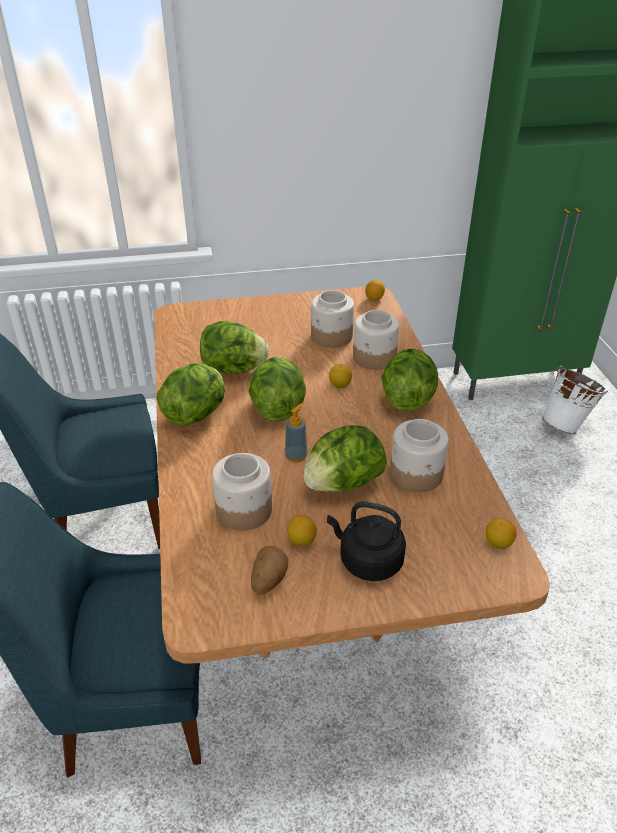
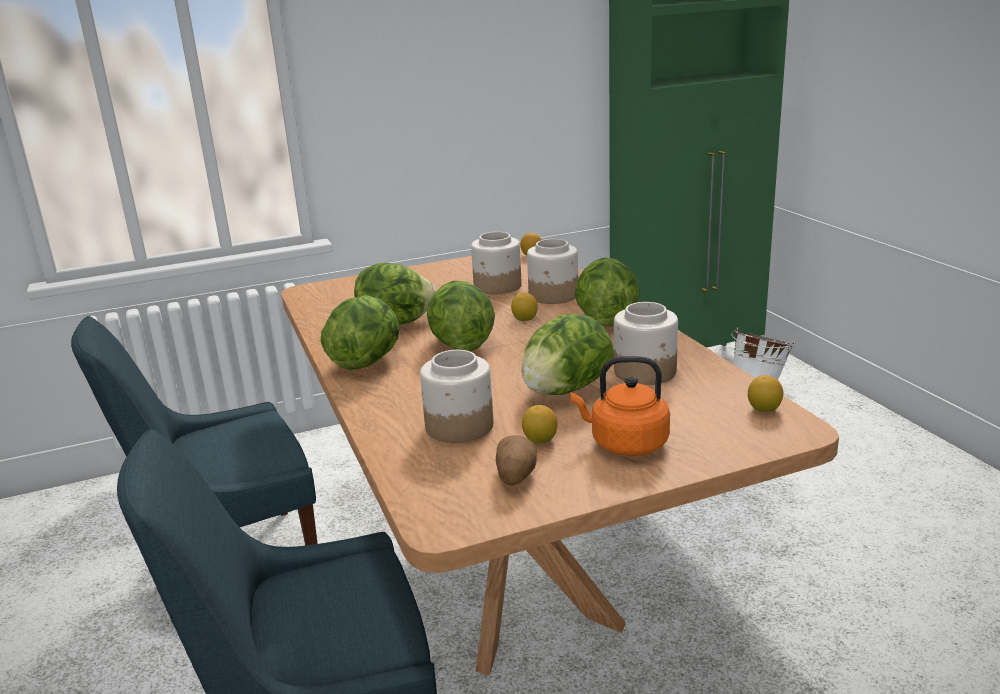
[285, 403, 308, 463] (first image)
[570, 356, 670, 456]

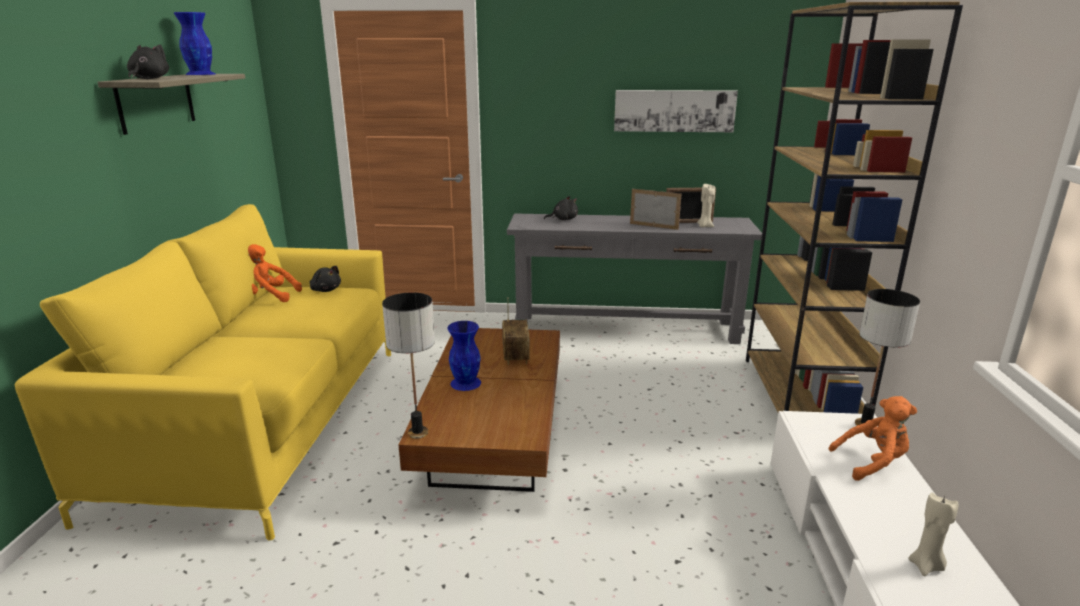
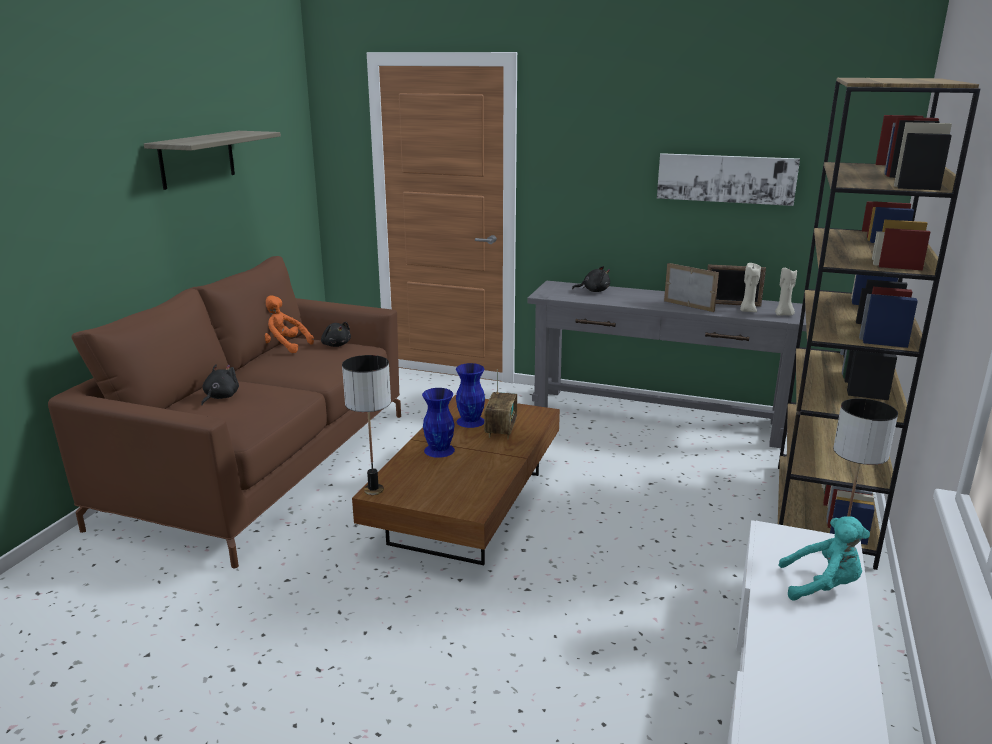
[201, 364, 239, 406]
[456, 363, 485, 428]
[775, 268, 797, 316]
[48, 256, 401, 568]
[779, 516, 870, 601]

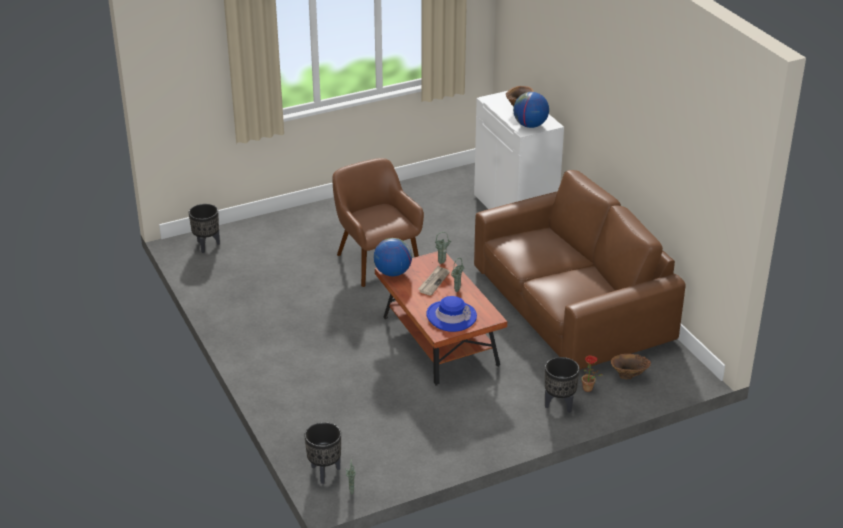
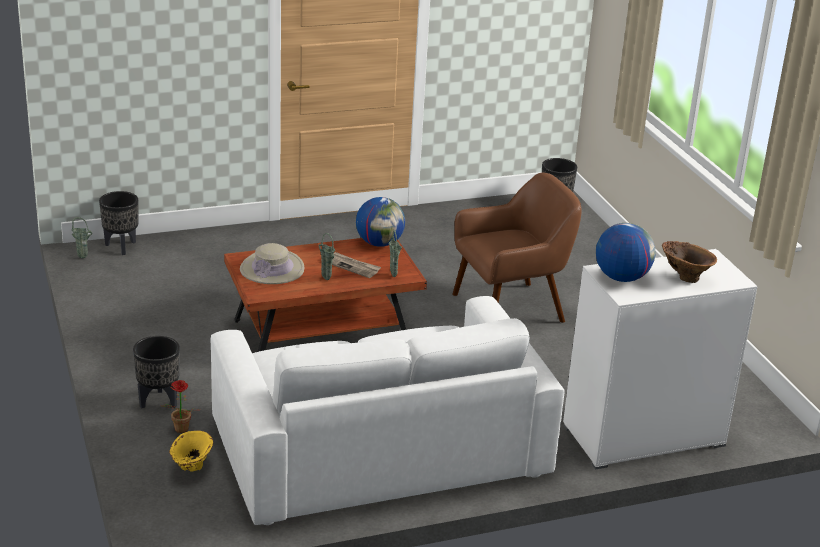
[240, 243, 305, 284]
[211, 296, 565, 525]
[169, 431, 214, 471]

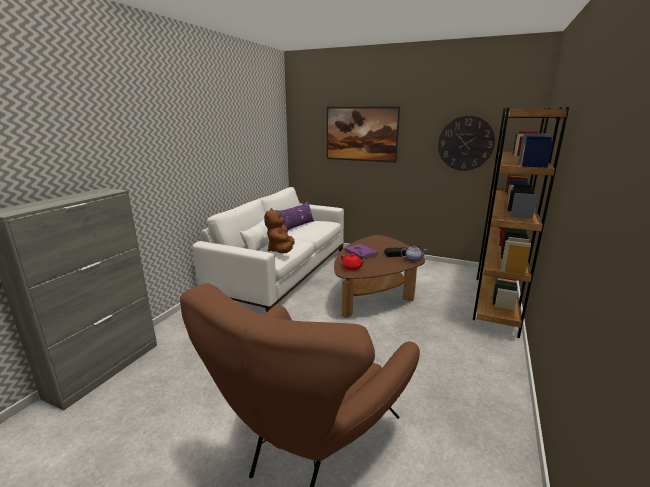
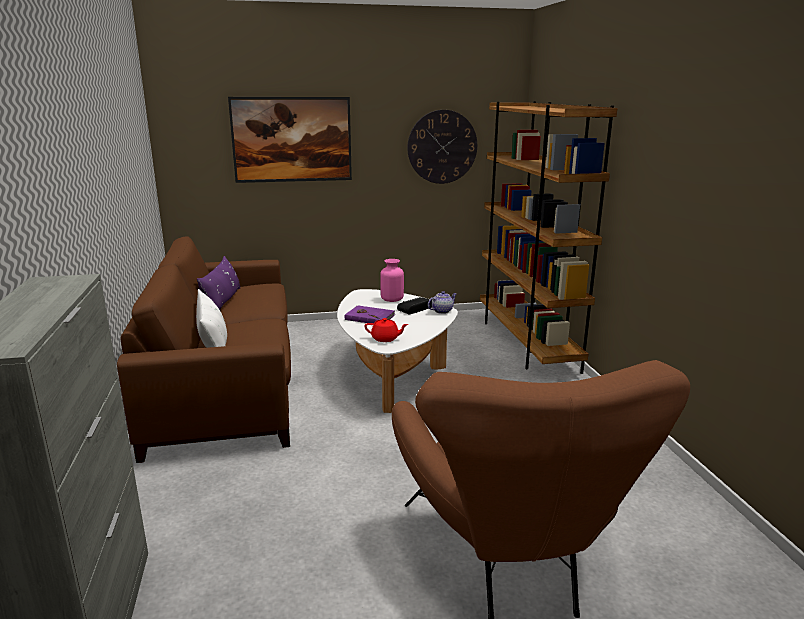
[264, 208, 295, 253] (first image)
[380, 259, 404, 302]
[117, 236, 291, 463]
[337, 289, 458, 413]

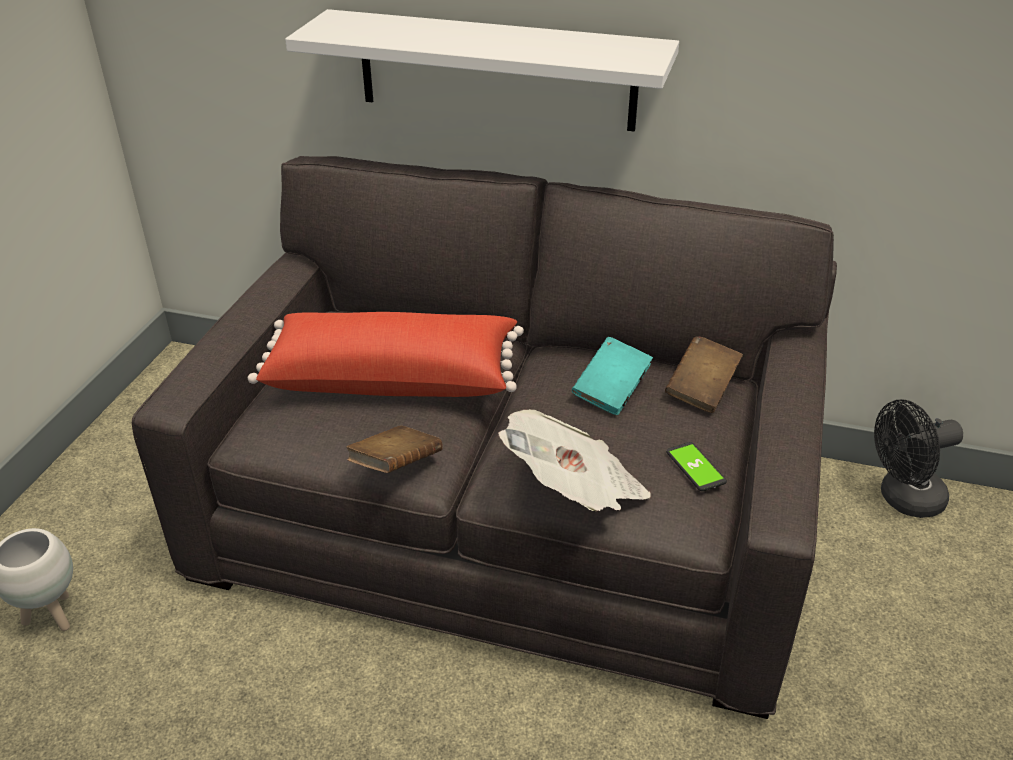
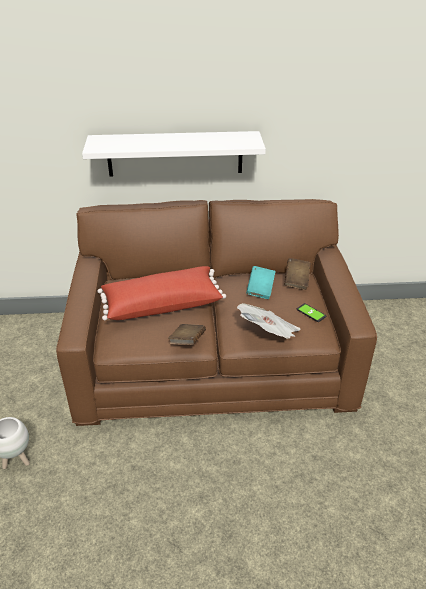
[874, 400, 963, 518] (first image)
[56, 199, 377, 426]

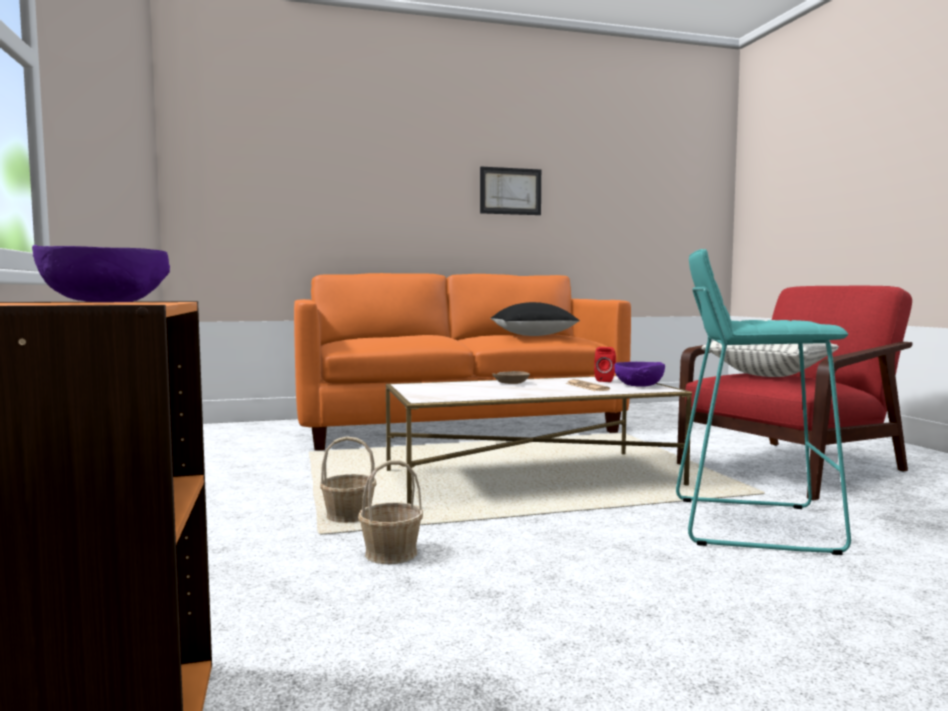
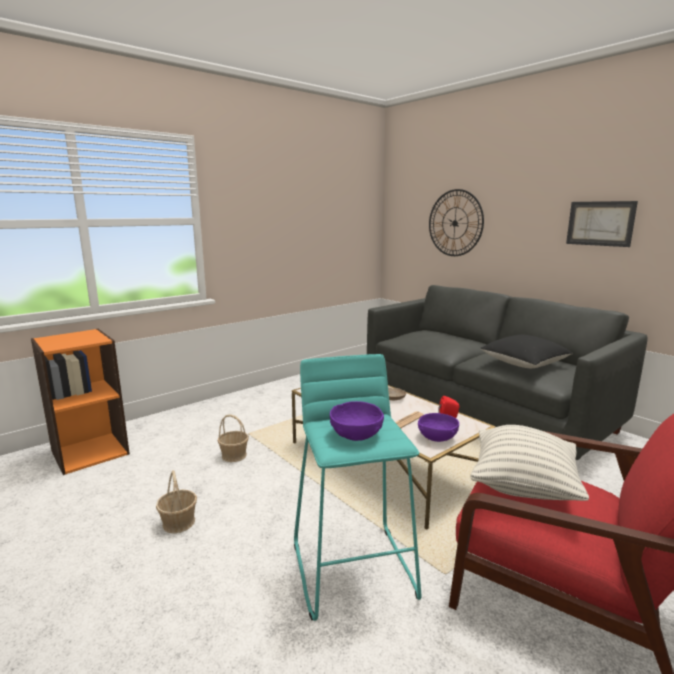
[429, 189, 484, 256]
[330, 401, 384, 441]
[156, 470, 197, 533]
[367, 285, 648, 460]

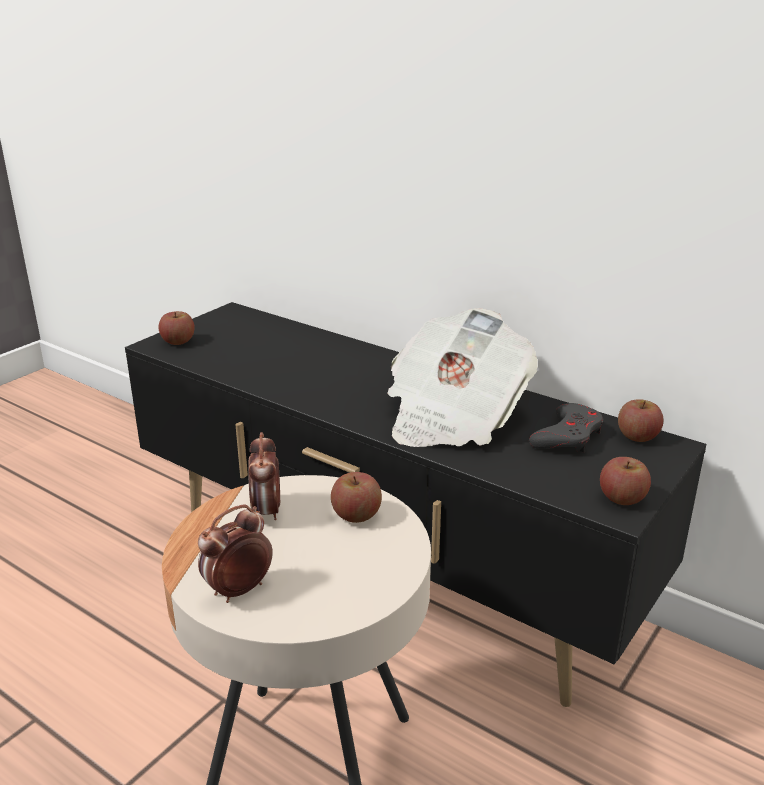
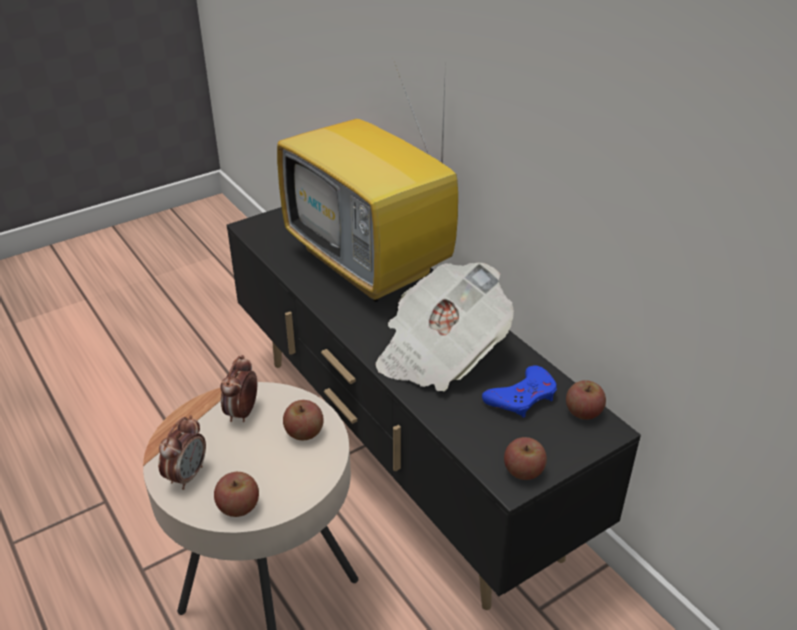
[277, 59, 458, 302]
[214, 472, 259, 517]
[482, 365, 557, 418]
[158, 415, 206, 490]

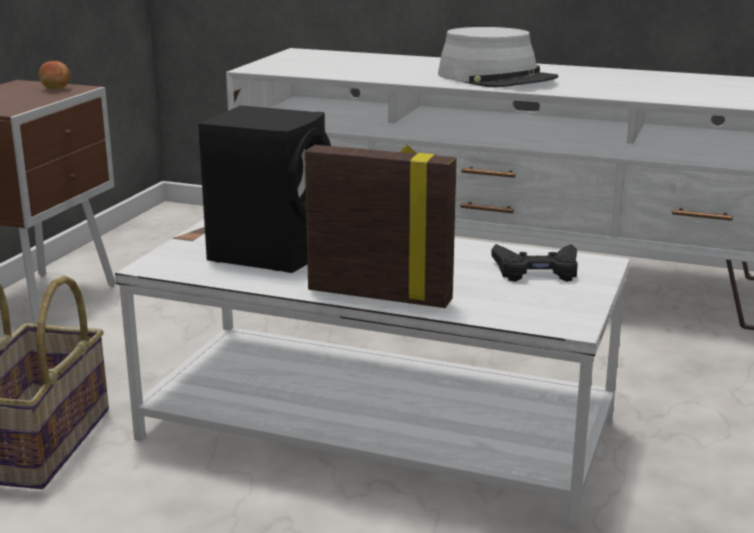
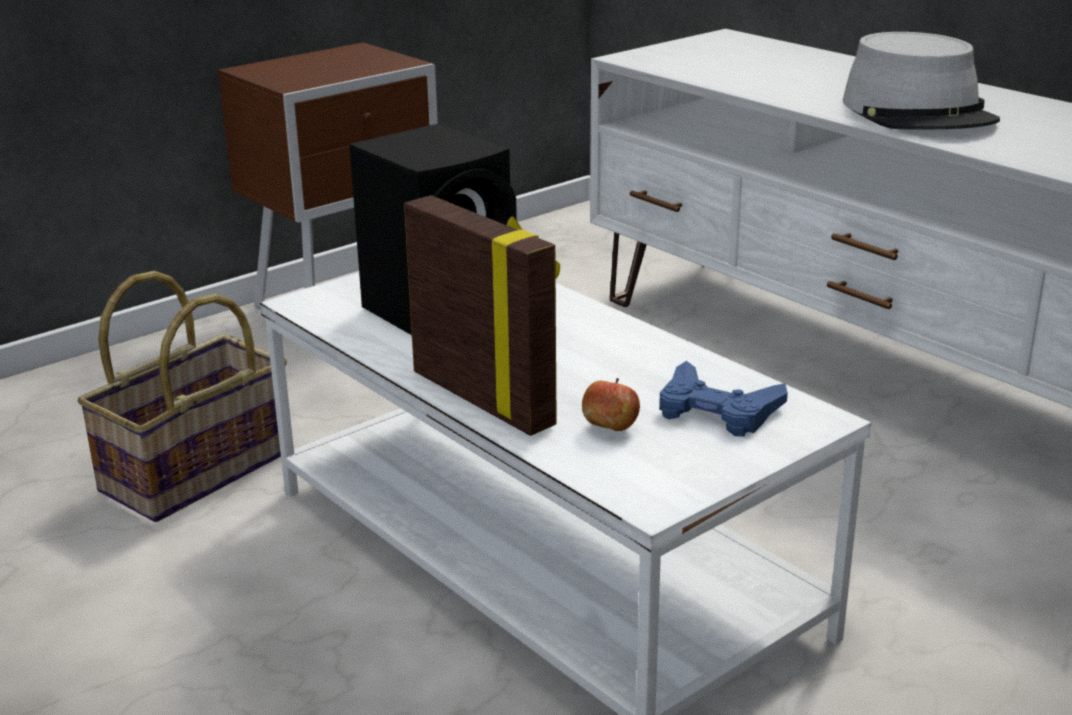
[582, 378, 640, 431]
[659, 361, 788, 437]

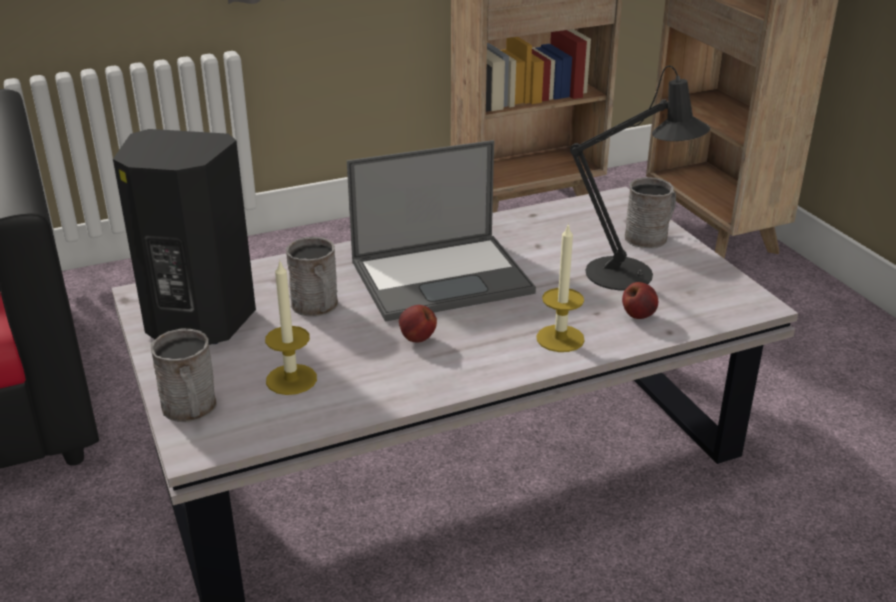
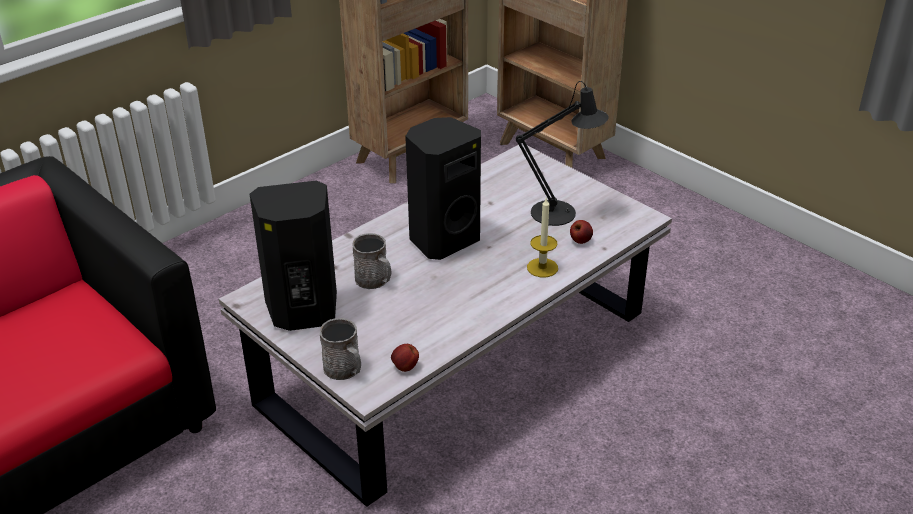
[265, 259, 317, 395] (first image)
[625, 177, 676, 248] (first image)
[391, 344, 419, 372]
[405, 117, 481, 260]

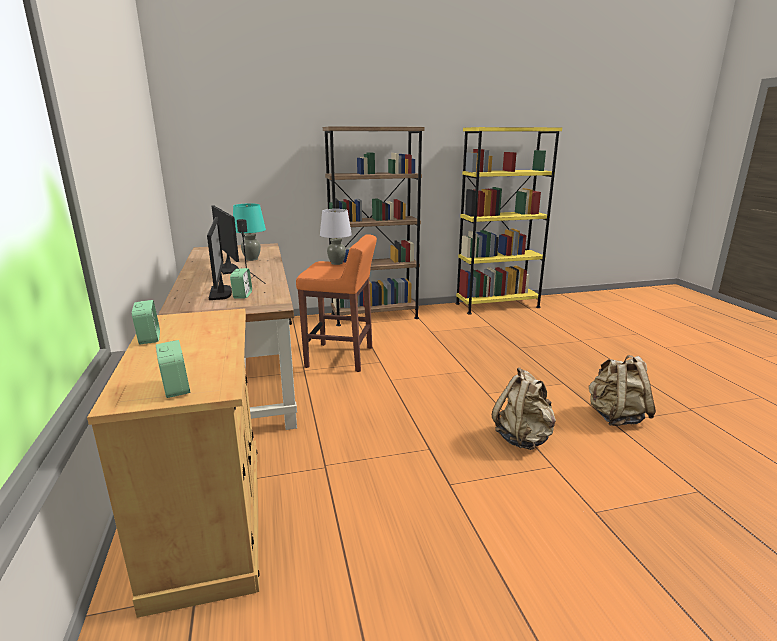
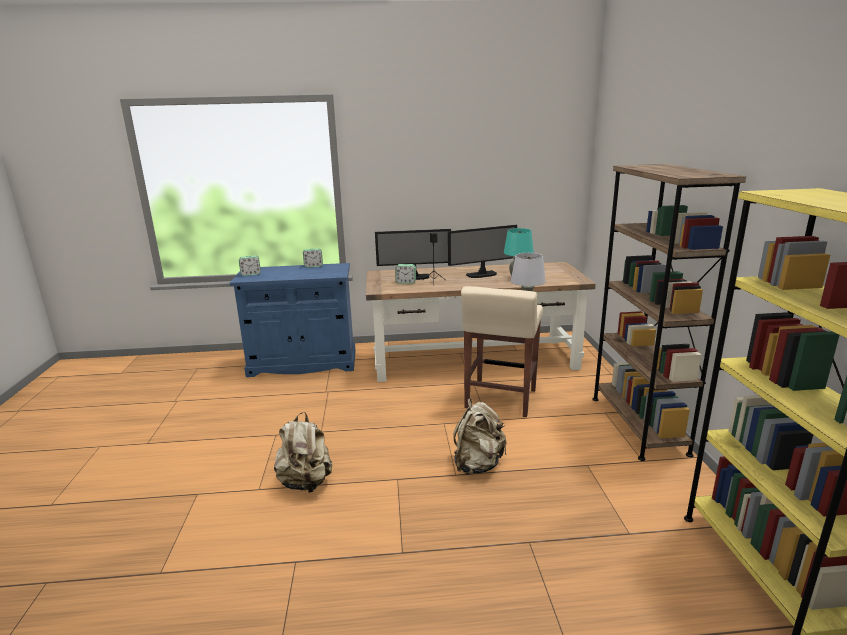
[453, 398, 507, 475]
[230, 263, 356, 377]
[461, 286, 543, 417]

